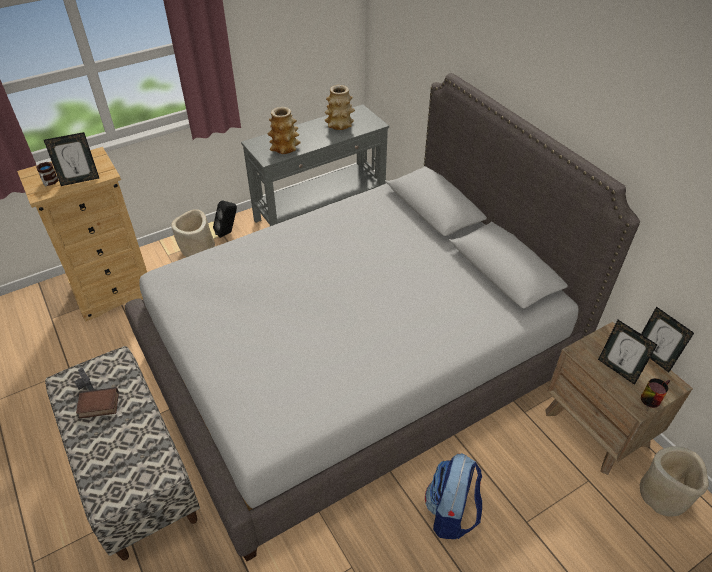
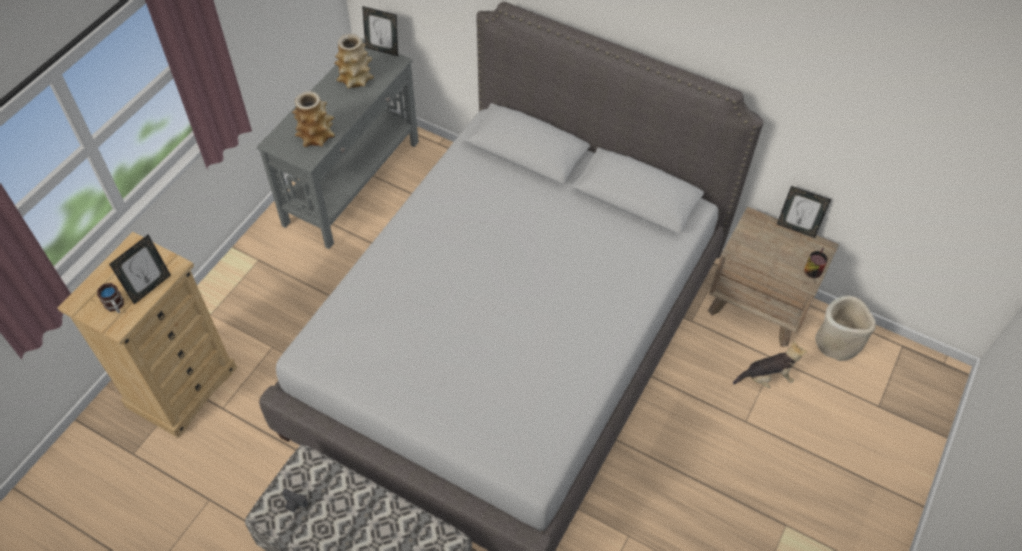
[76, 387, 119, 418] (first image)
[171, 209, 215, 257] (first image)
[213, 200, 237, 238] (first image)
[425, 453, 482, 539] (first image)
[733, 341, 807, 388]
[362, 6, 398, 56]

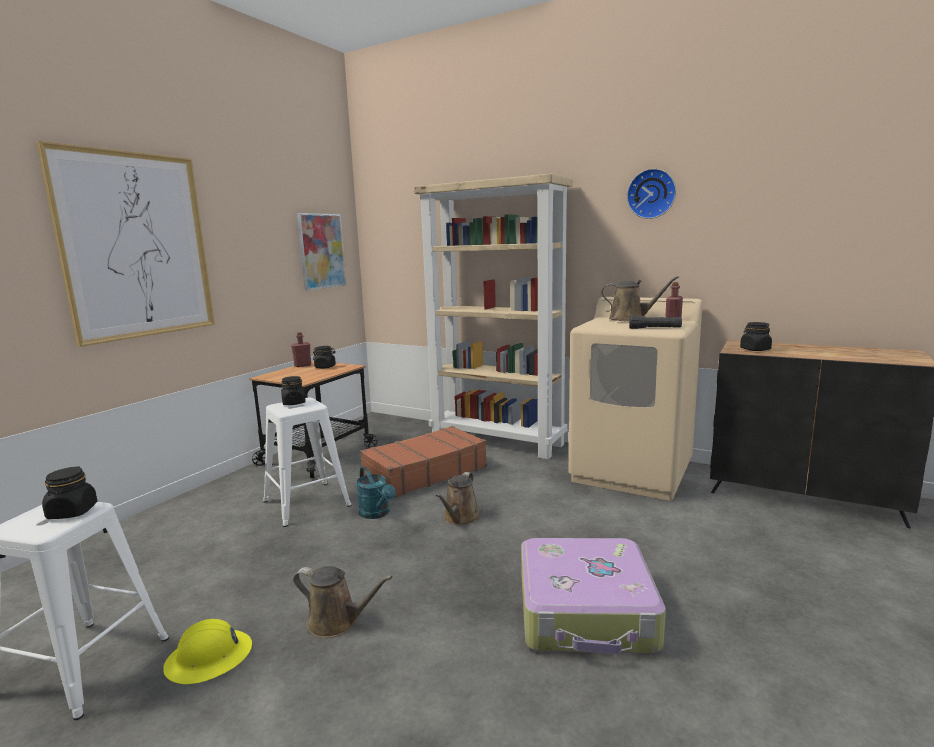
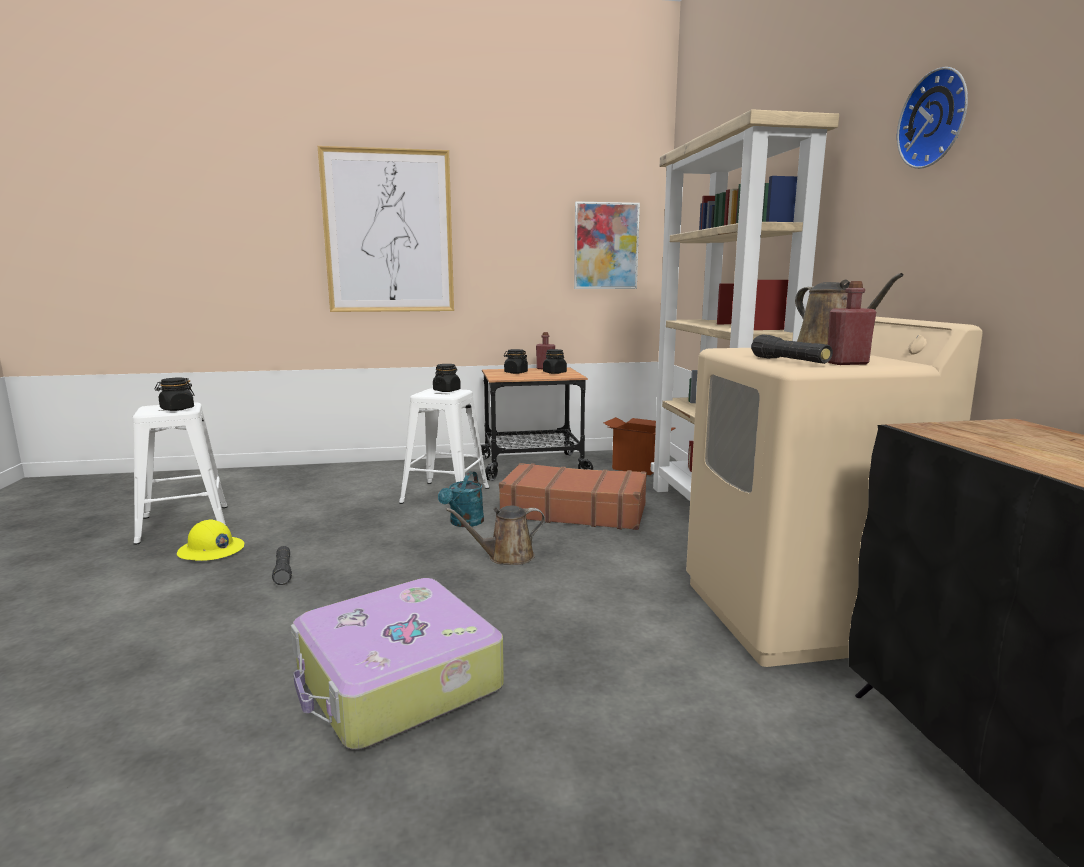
[604, 417, 675, 475]
[504, 349, 528, 374]
[272, 546, 292, 585]

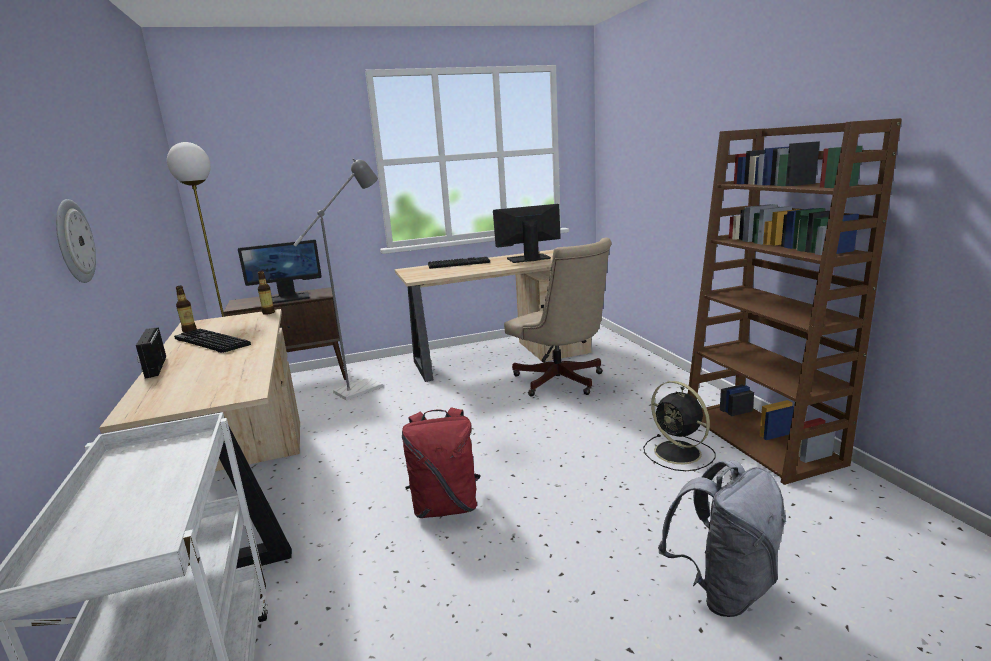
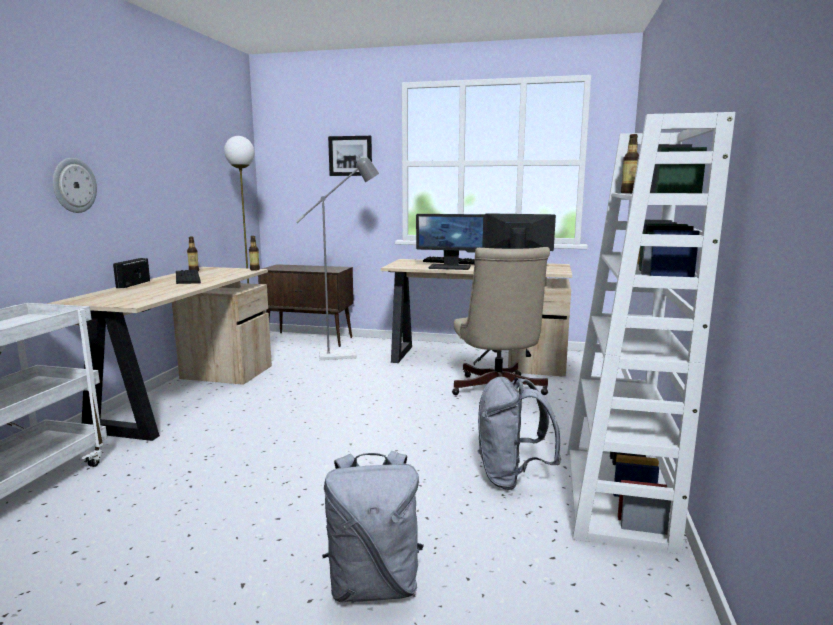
[402, 407, 481, 518] (first image)
[328, 136, 372, 176]
[621, 134, 639, 193]
[416, 214, 486, 270]
[478, 377, 561, 490]
[567, 112, 736, 554]

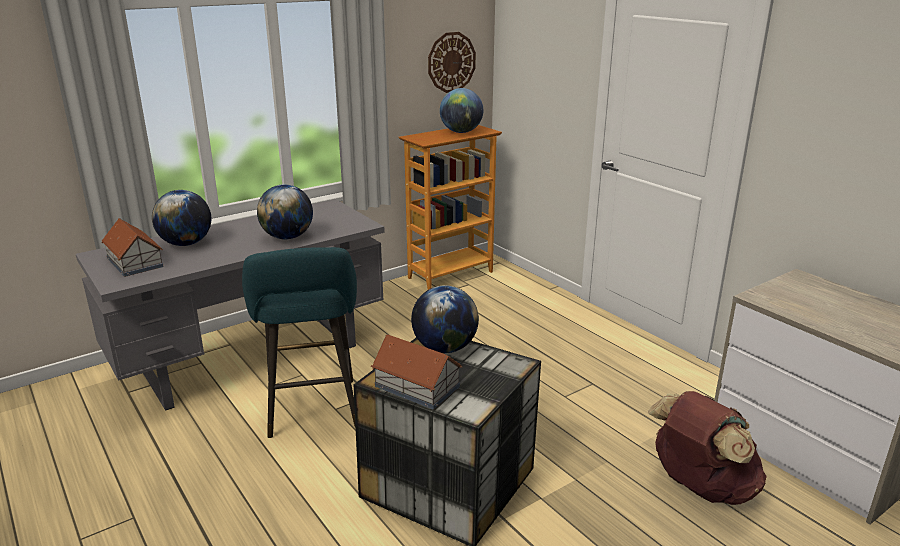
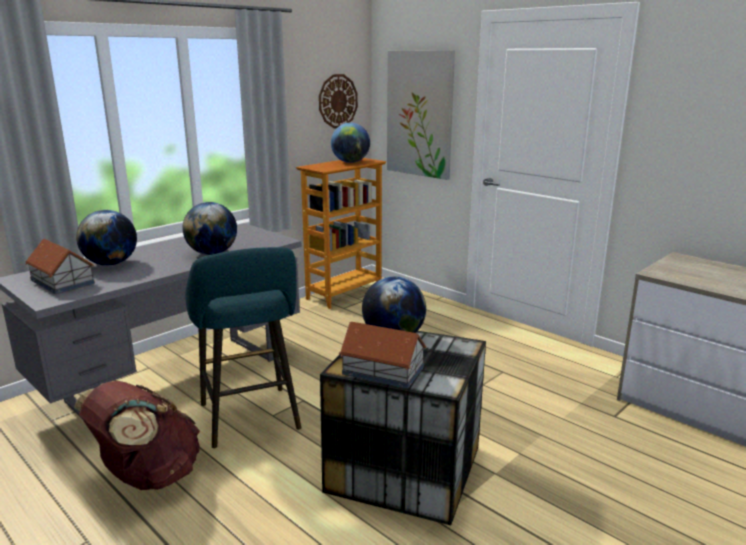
[387, 50, 455, 180]
[74, 381, 200, 490]

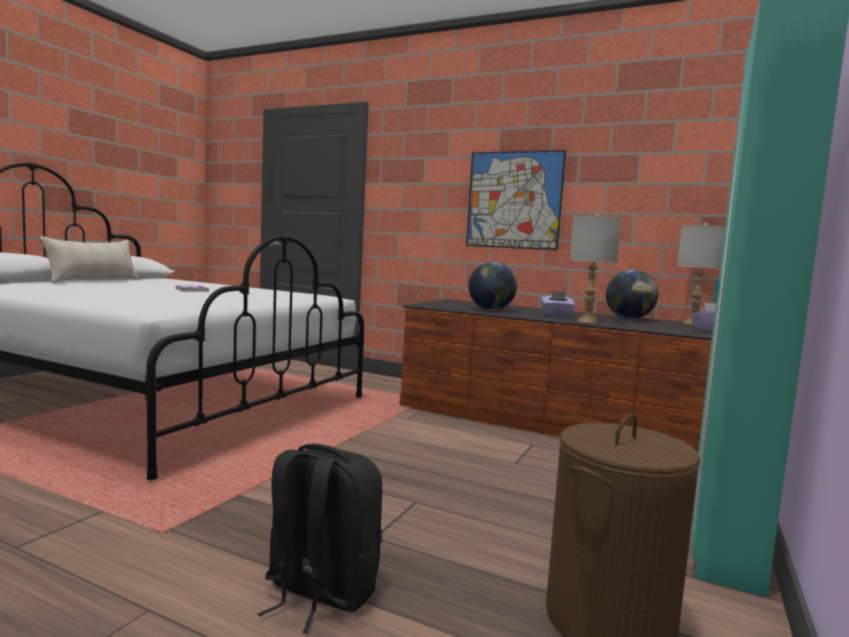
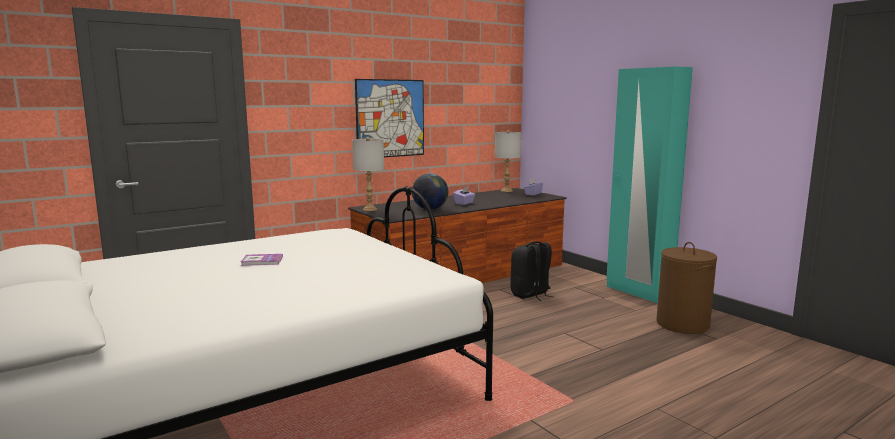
[40, 236, 138, 283] (first image)
[606, 270, 658, 319] (first image)
[510, 241, 553, 301]
[352, 137, 384, 211]

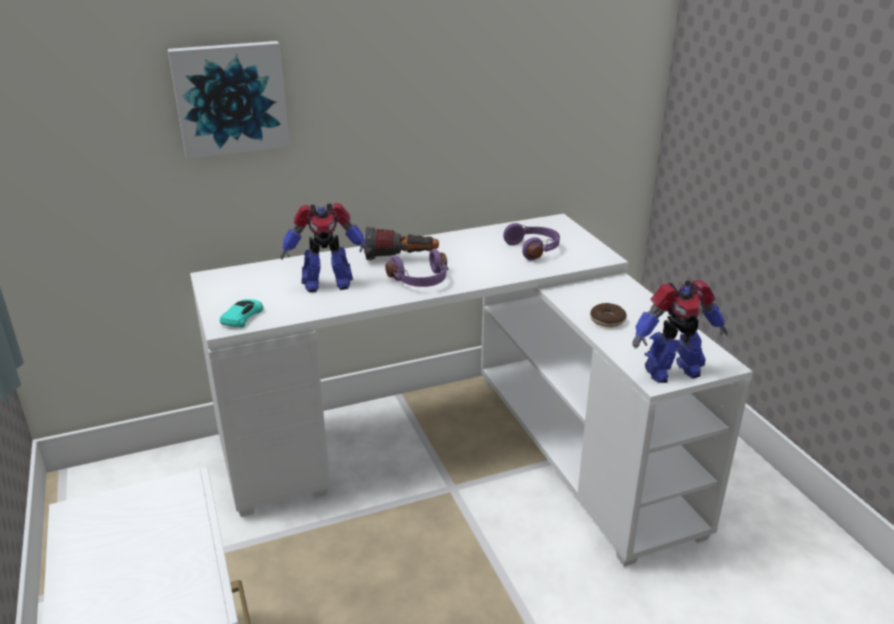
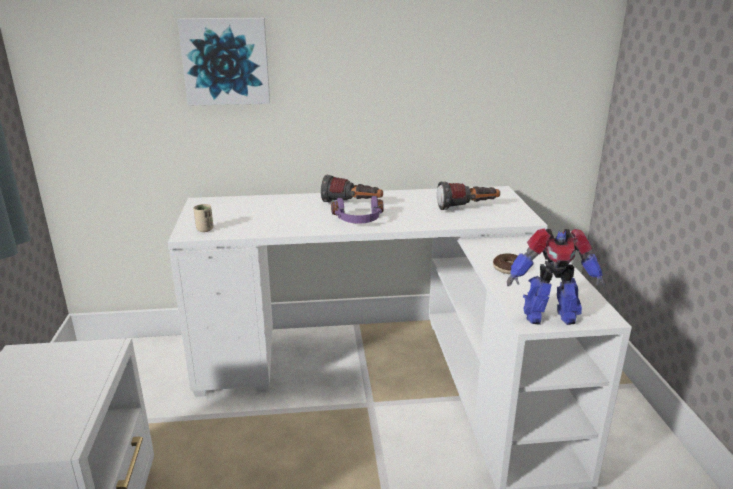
[280, 203, 369, 292] (first image)
[193, 204, 214, 232]
[437, 181, 500, 210]

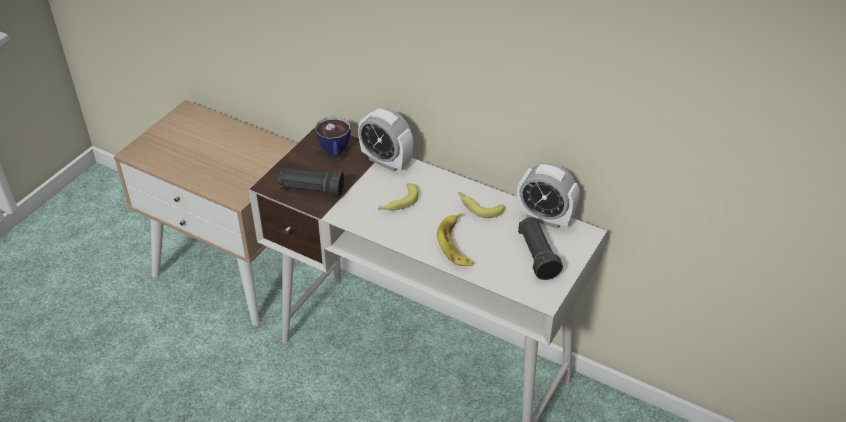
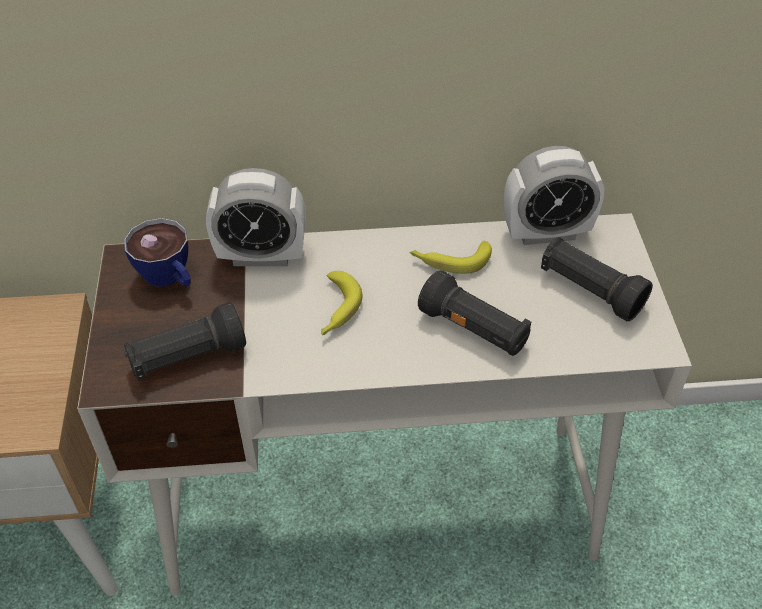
[418, 270, 531, 356]

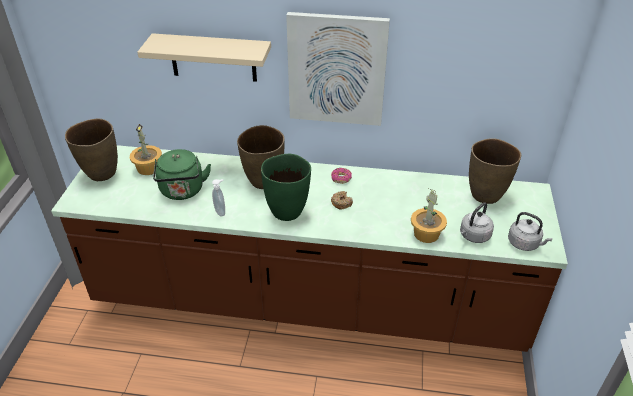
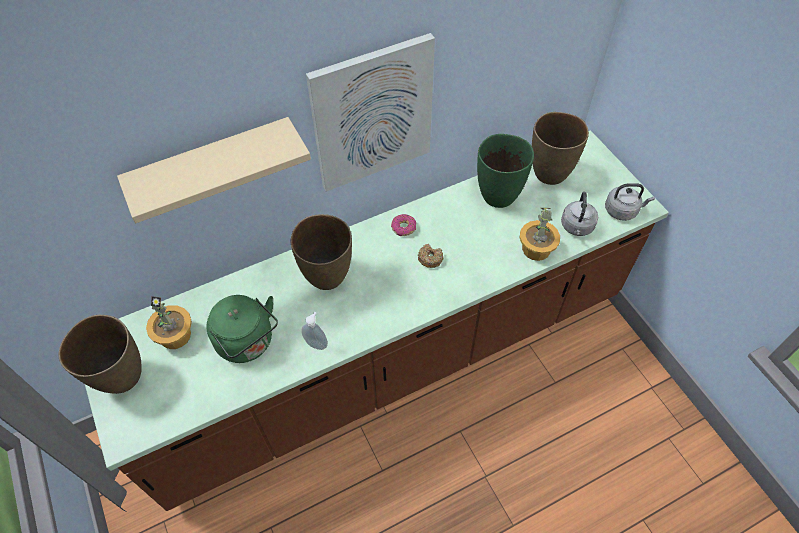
[477, 134, 534, 208]

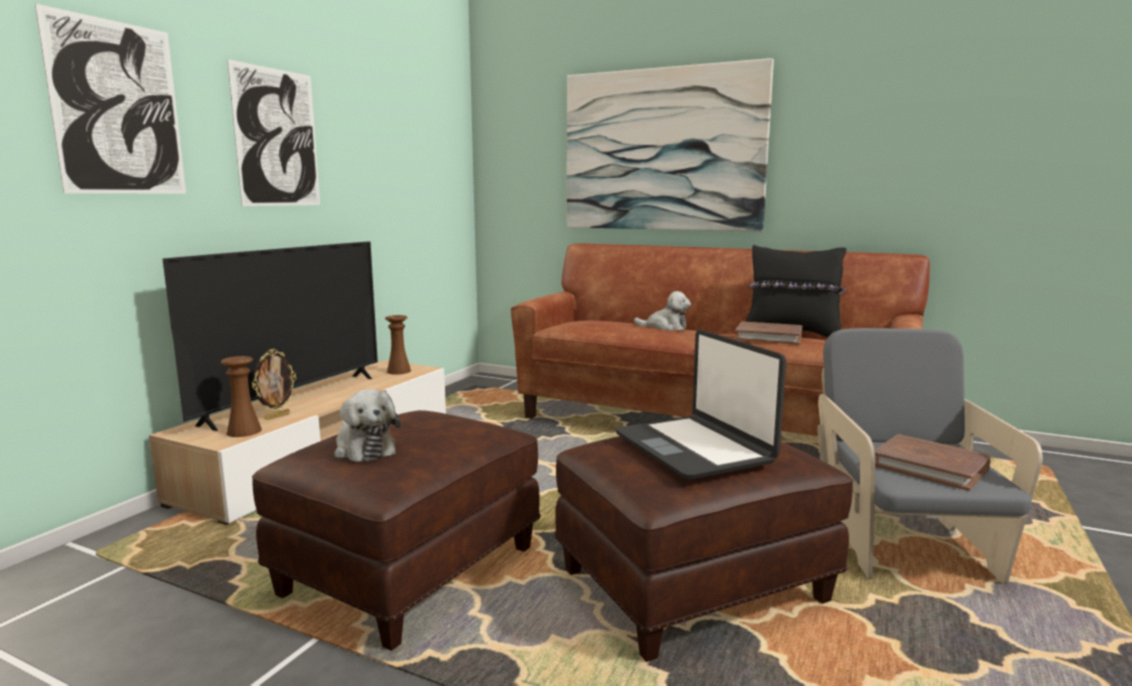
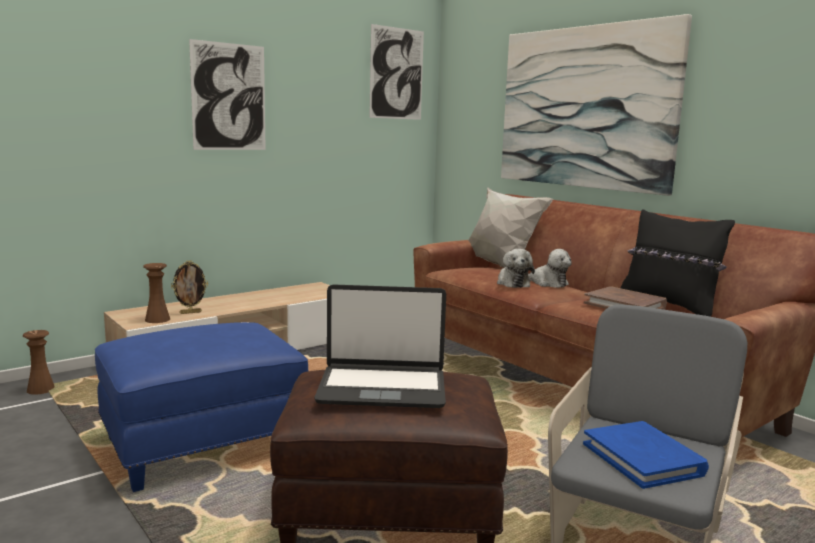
[163, 241, 378, 431] (first image)
[468, 187, 553, 268]
[369, 24, 424, 120]
[497, 249, 535, 288]
[23, 330, 55, 395]
[95, 322, 308, 492]
[583, 421, 709, 489]
[314, 284, 446, 408]

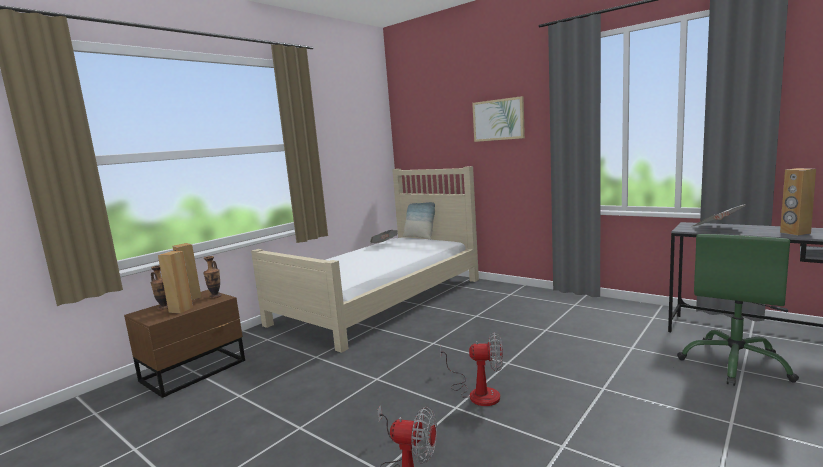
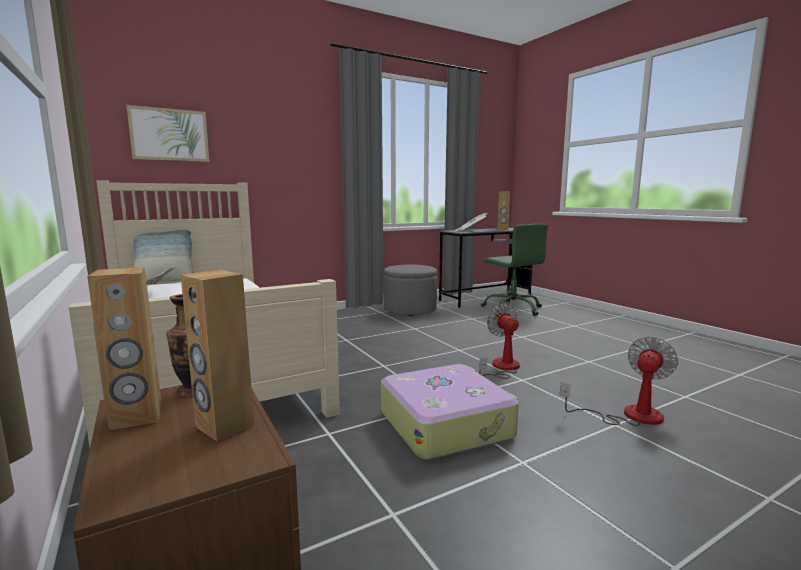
[151, 265, 168, 310] (first image)
[381, 364, 519, 460]
[384, 264, 437, 316]
[127, 105, 210, 162]
[479, 304, 520, 379]

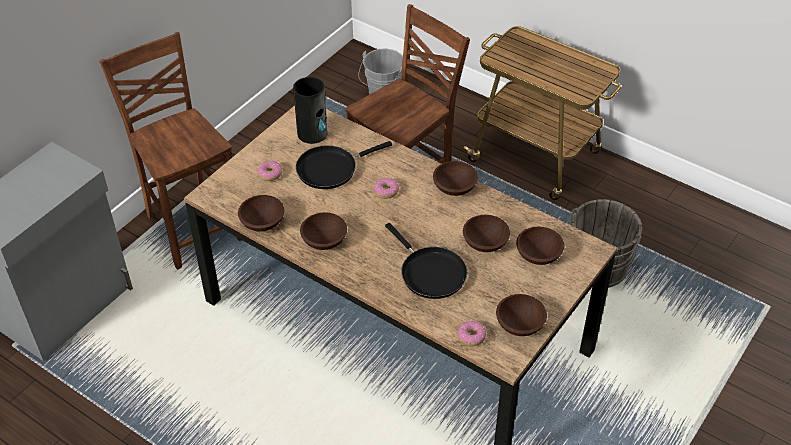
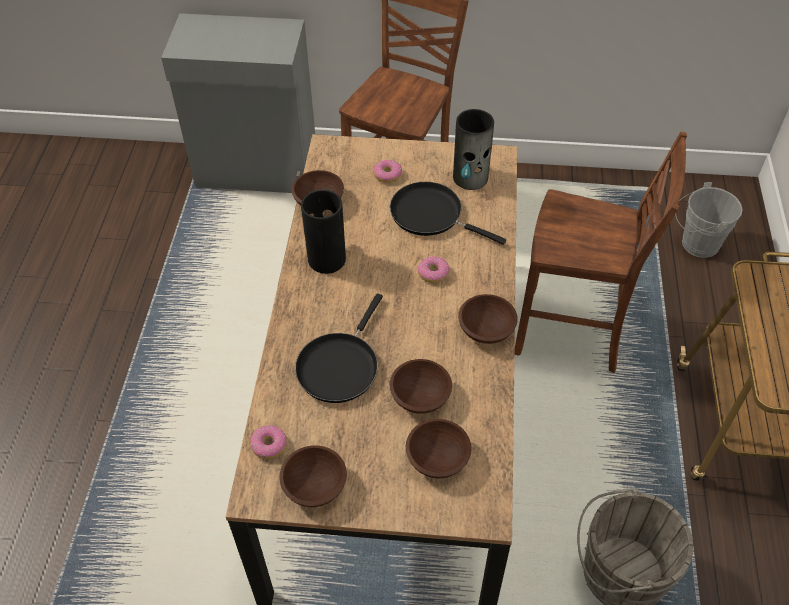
[301, 190, 346, 274]

